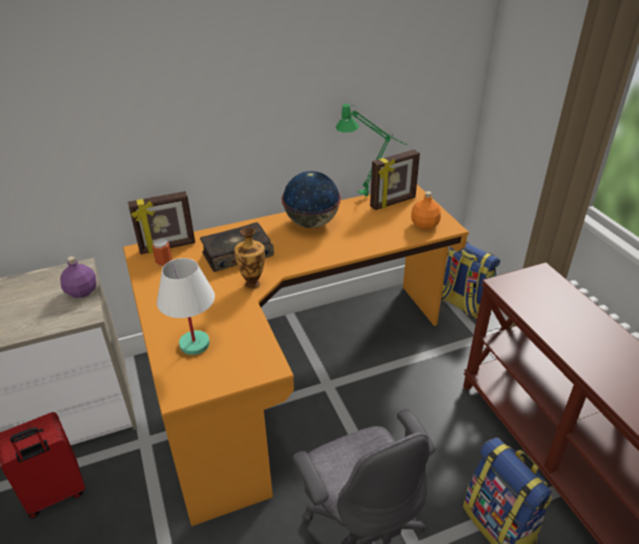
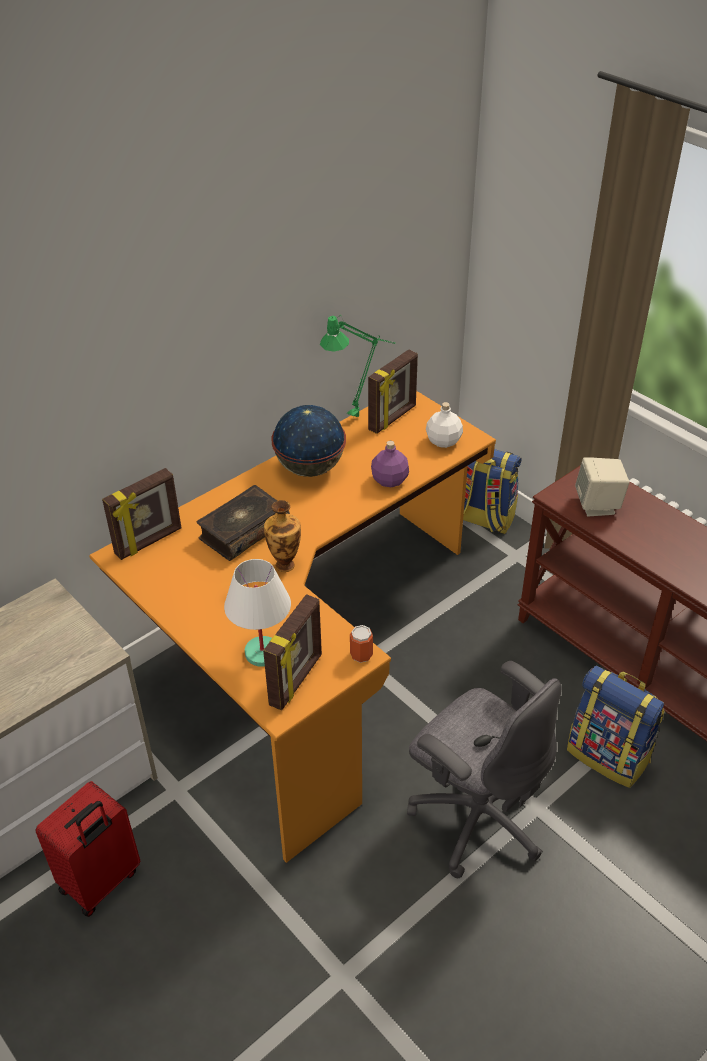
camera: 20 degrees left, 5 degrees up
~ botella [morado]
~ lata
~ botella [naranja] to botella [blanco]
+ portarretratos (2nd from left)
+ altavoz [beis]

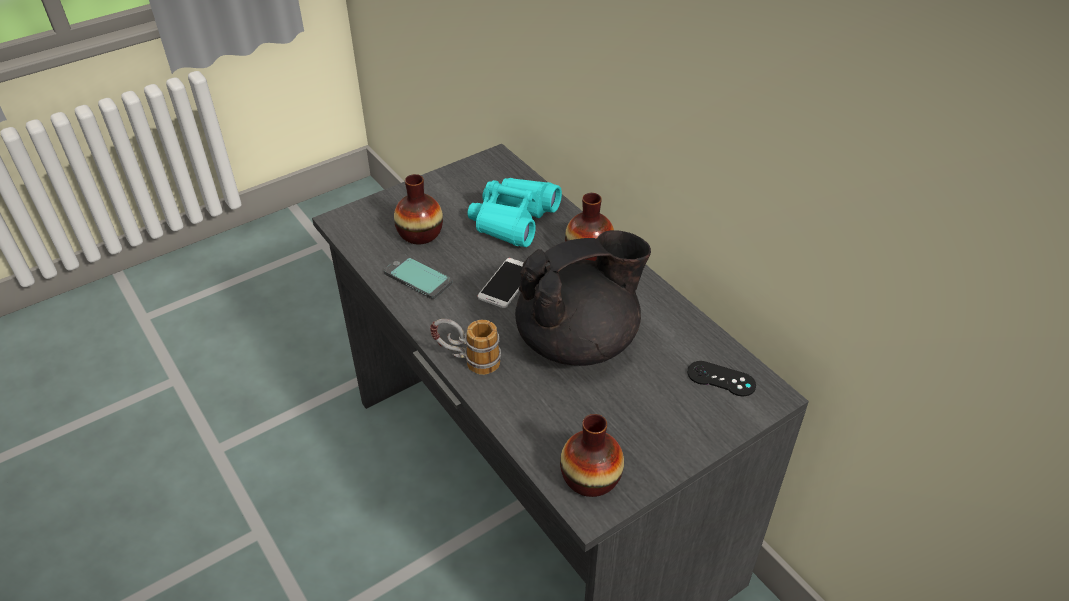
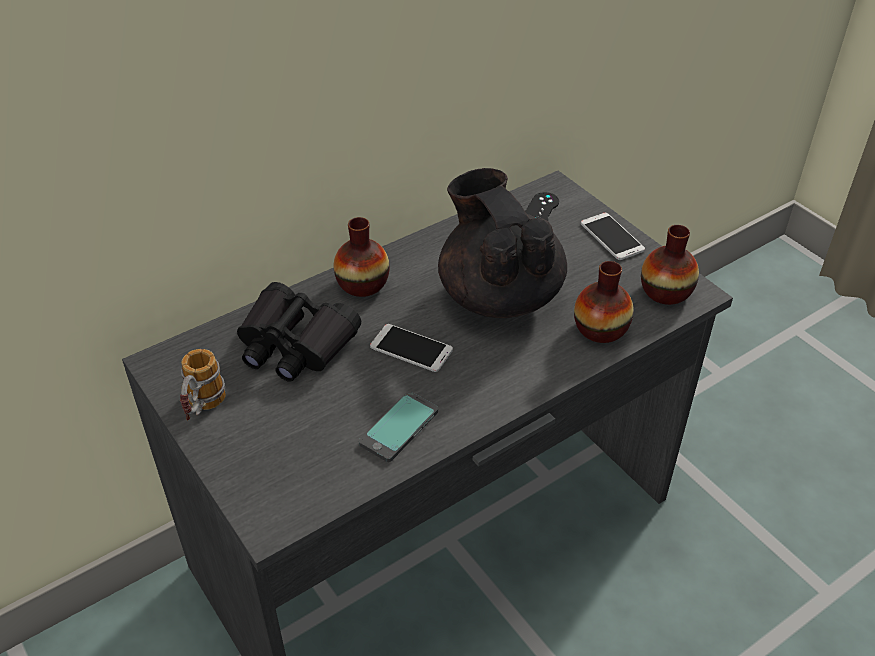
camera: 90 degrees left, 0 degrees up
~ florero (1st from left in the first image) to florero (2nd from left)
~ taza grande
~ prismáticos [turquesa] to prismáticos [negro]
+ móvil (3rd from left)

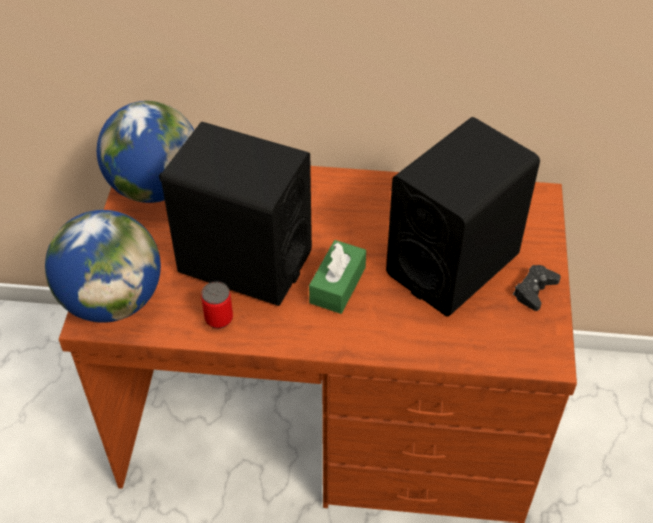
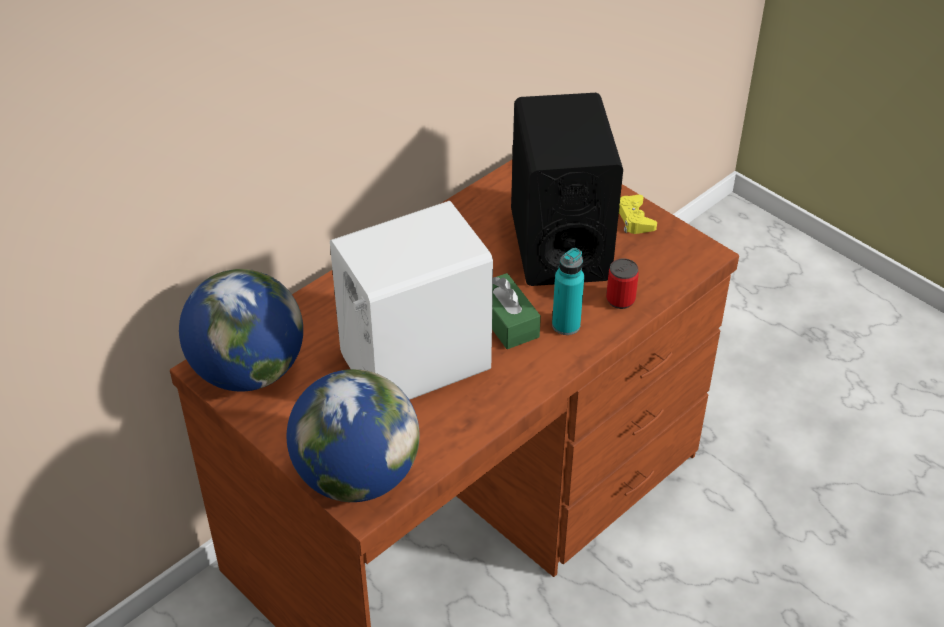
camera: 50 degrees left, 5 degrees down
~ altavoz [negro] (1st from left) to altavoz [blanco]
~ lata
~ mando de consola [negro] to mando de consola [amarillo]
+ botella [turquesa]

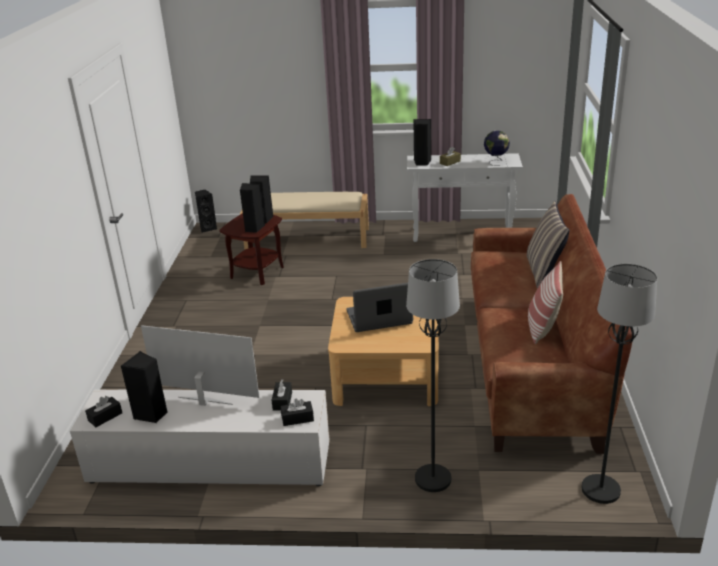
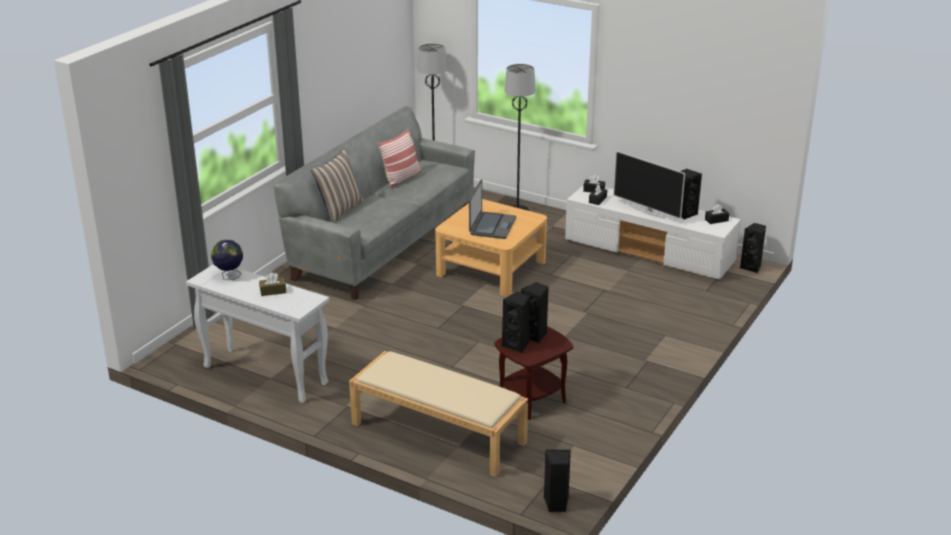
camera: 155 degrees left, 0 degrees up
~ portátil 90 degrees counterclockwise
~ altavoz [negro] (5th from left)
~ sofá [marrón] to sofá [gris]

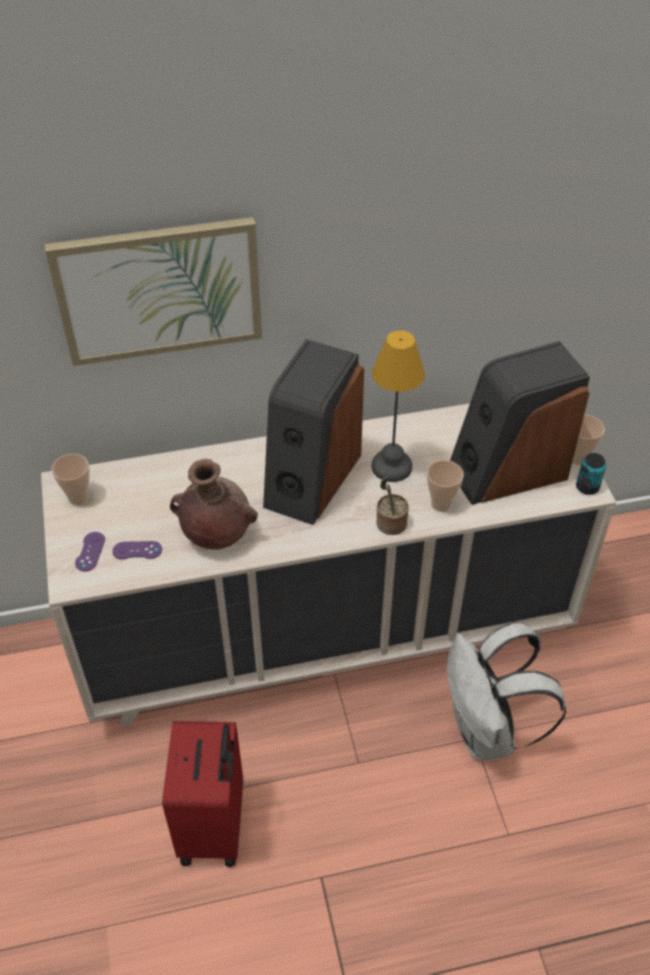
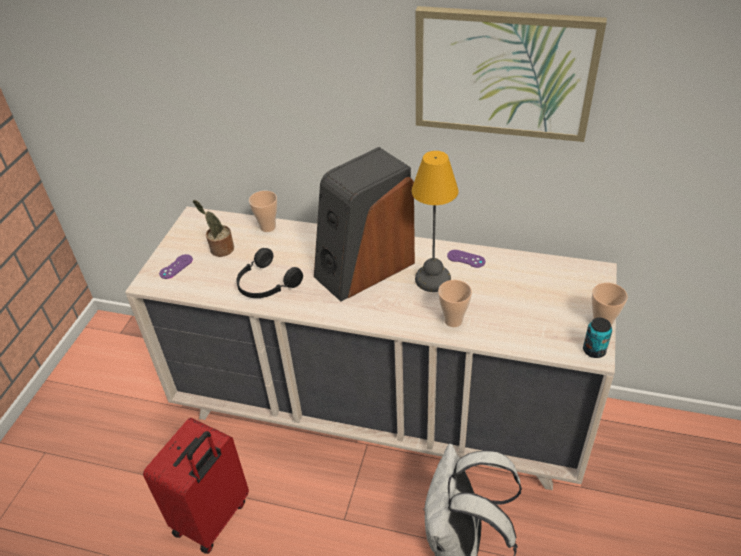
camera: 30 degrees right, 5 degrees down
~ cuadro
~ taza (1st from left)
~ mando de consola [morado] (2nd from left)
~ florero [marrón] to auriculares [negro]
~ planta en maceta
- altavoz (2nd from left)

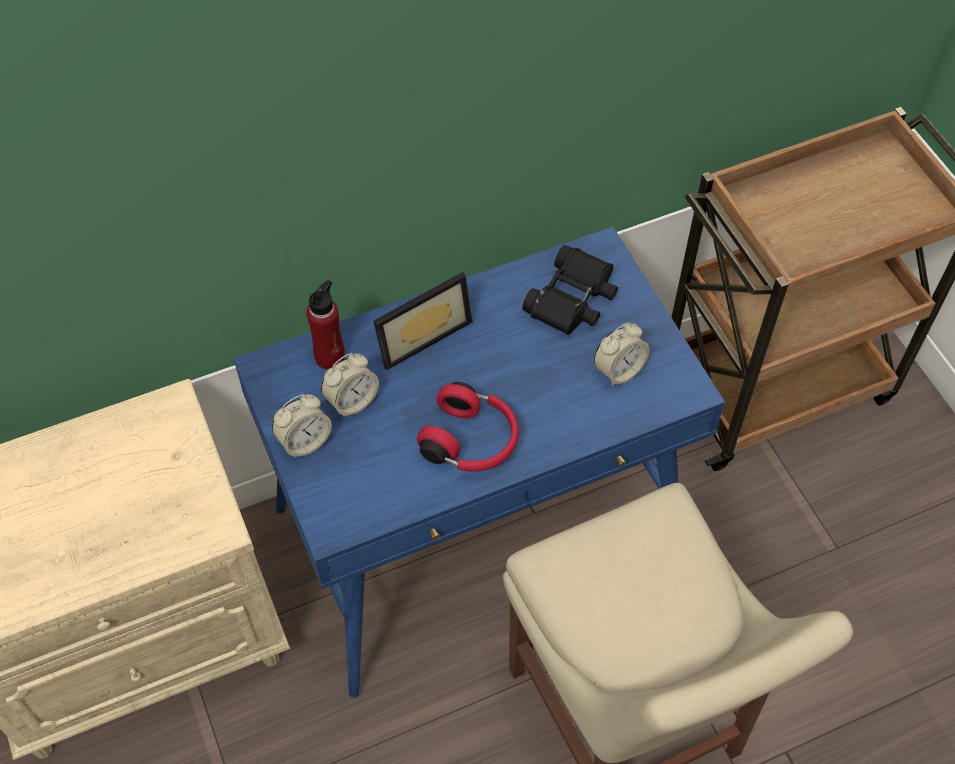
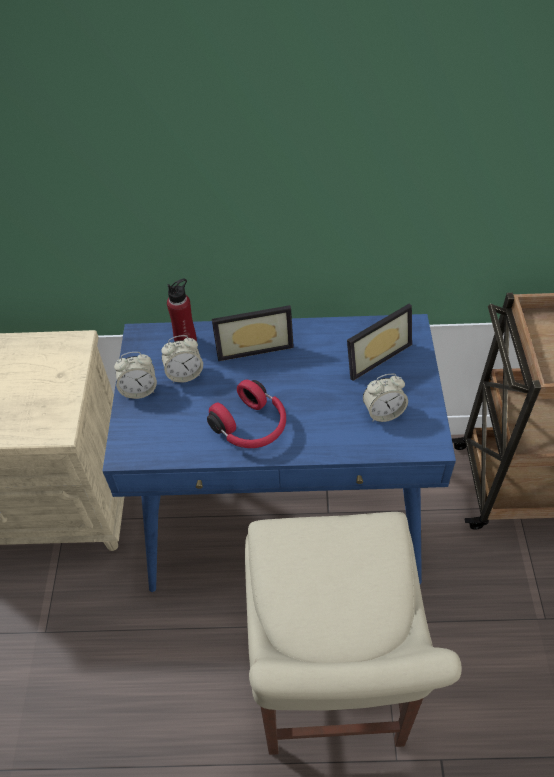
camera: 25 degrees right, 5 degrees down
~ prismáticos [negro] to portarretratos (2nd from left)

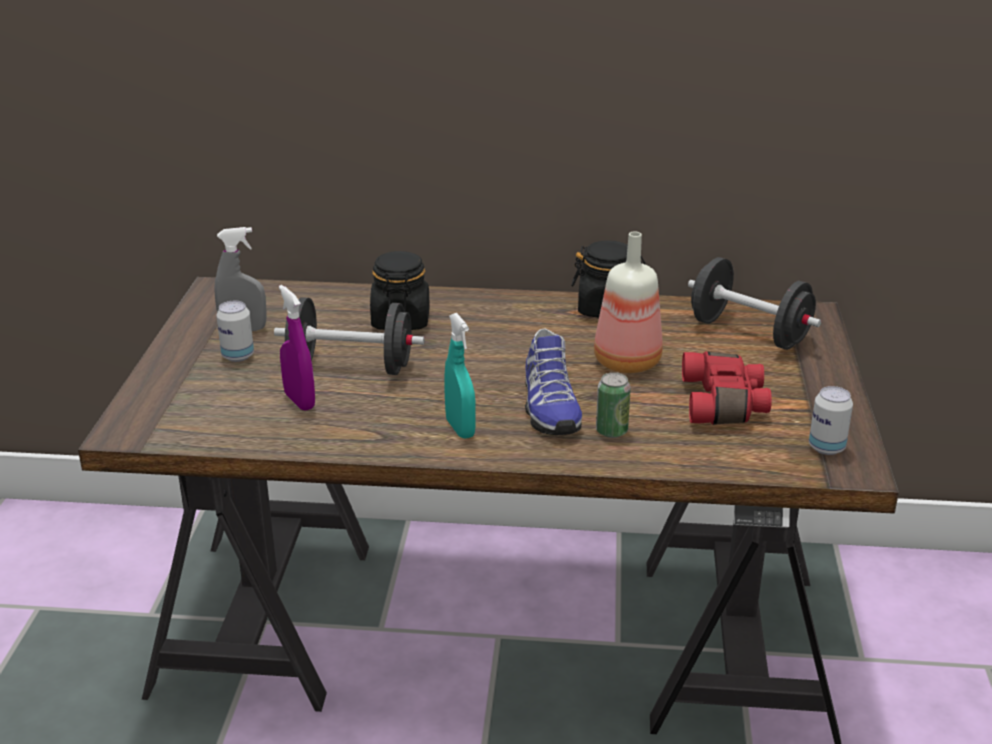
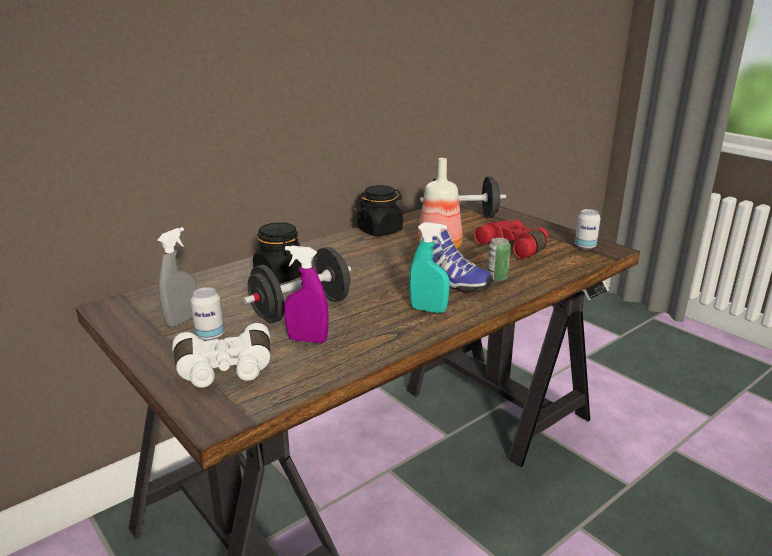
camera: 45 degrees left, 5 degrees down
+ prismáticos [blanco]

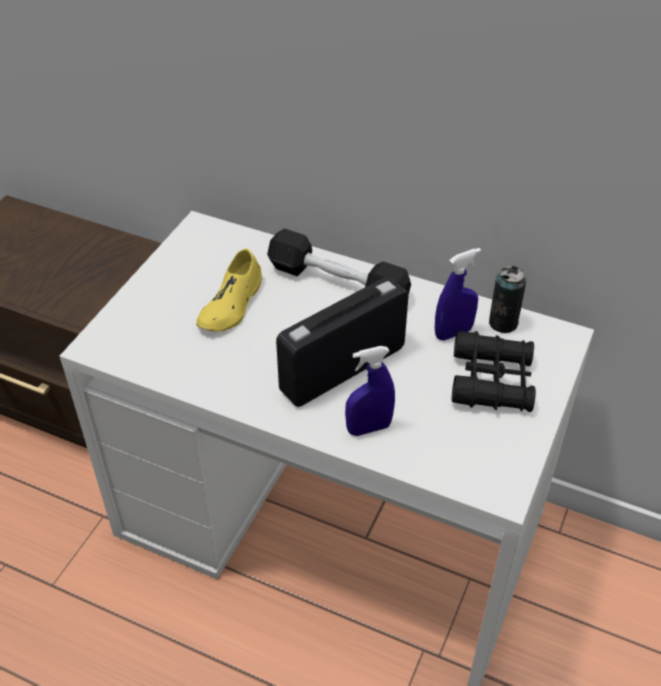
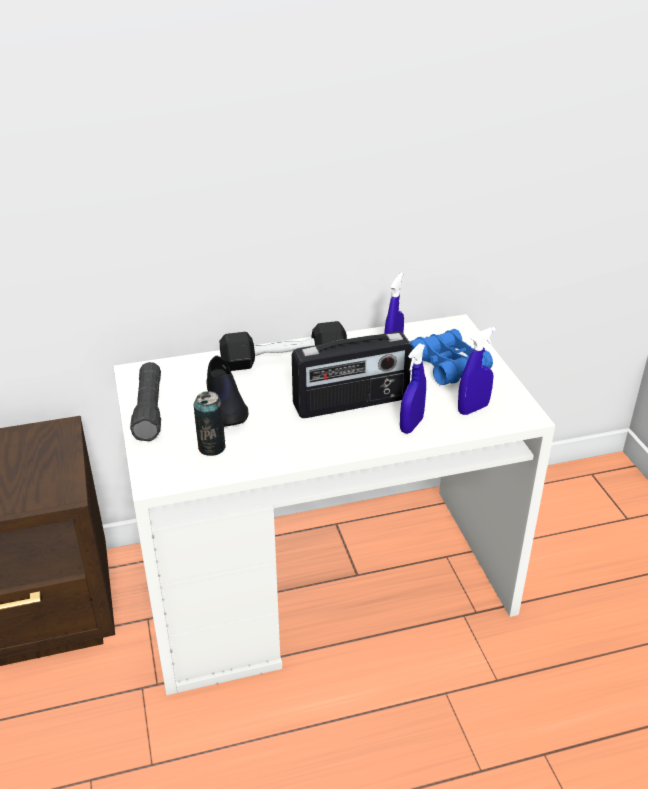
camera: 40 degrees left, 10 degrees down
~ zapato [amarillo] to zapato [negro]
~ radio 120 degrees counterclockwise
~ prismáticos [negro] to prismáticos [azul]
~ lata
+ linterna [negro]
+ pulverizador [azul] (3rd from left)

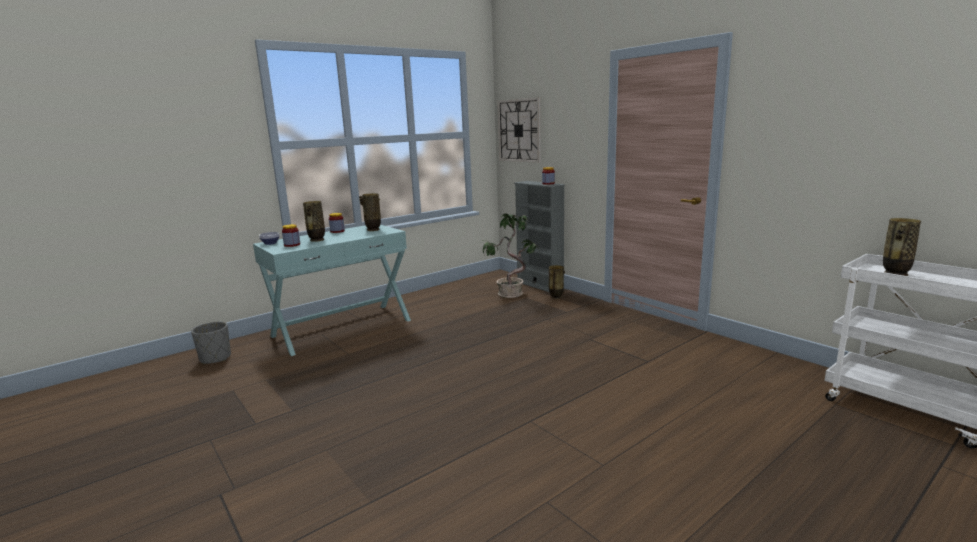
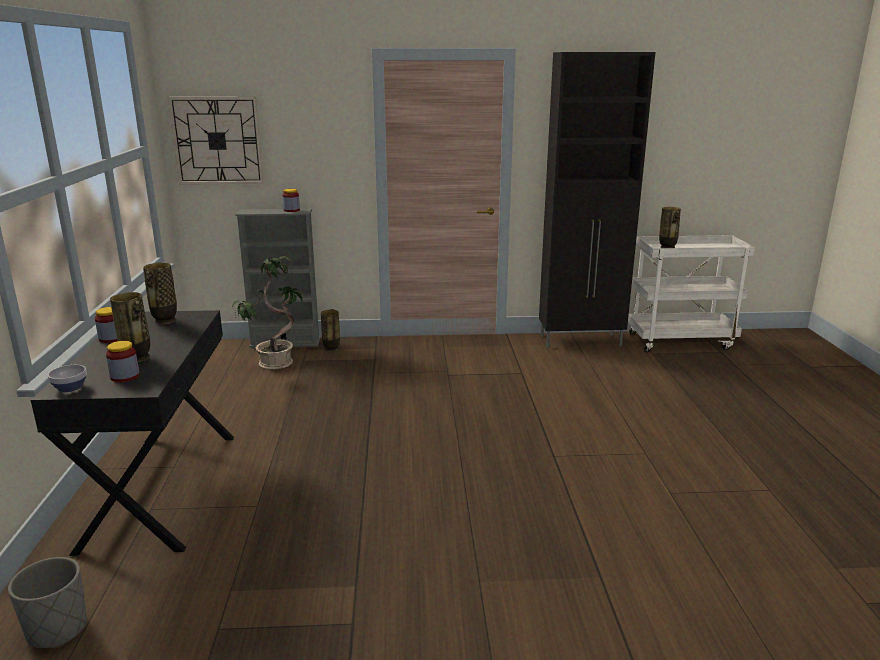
camera: 55 degrees left, 5 degrees up
~ mesa consola [turquesa] to mesa consola [negro]
+ armario [negro]

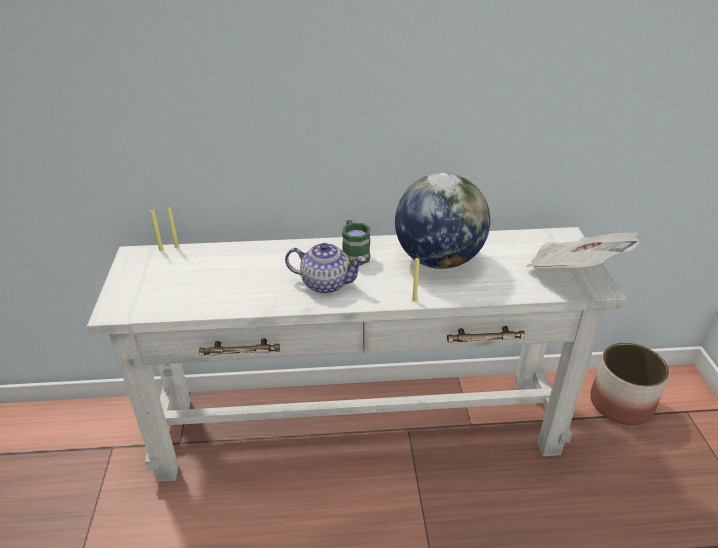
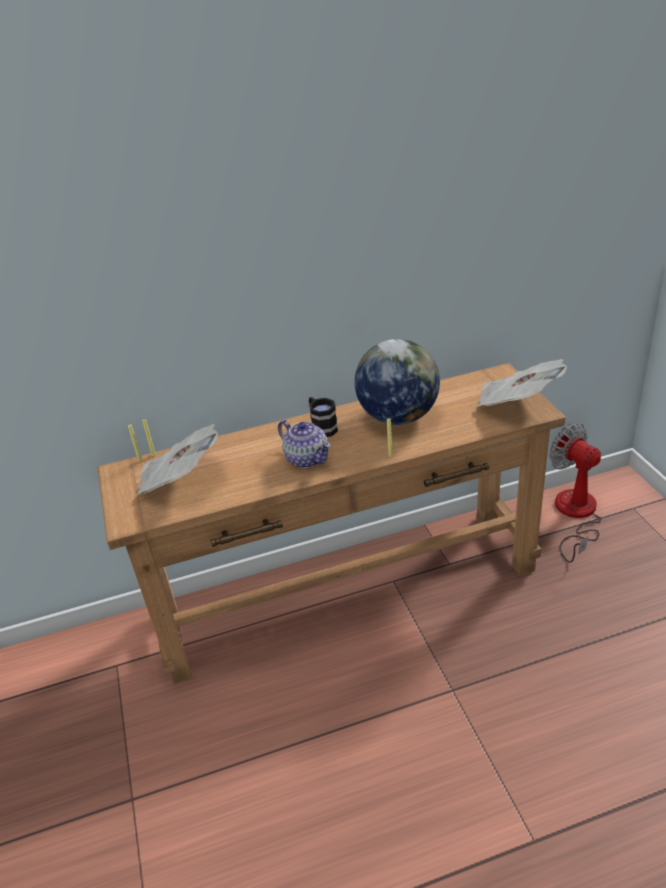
camera: 10 degrees left, 0 degrees up
~ mesa consola [blanco] to mesa consola [marrón]
~ tetera 45 degrees clockwise
~ taza grande [verde] to taza grande [negro]
~ maceta to ventilador
+ periódico (1st from left)

